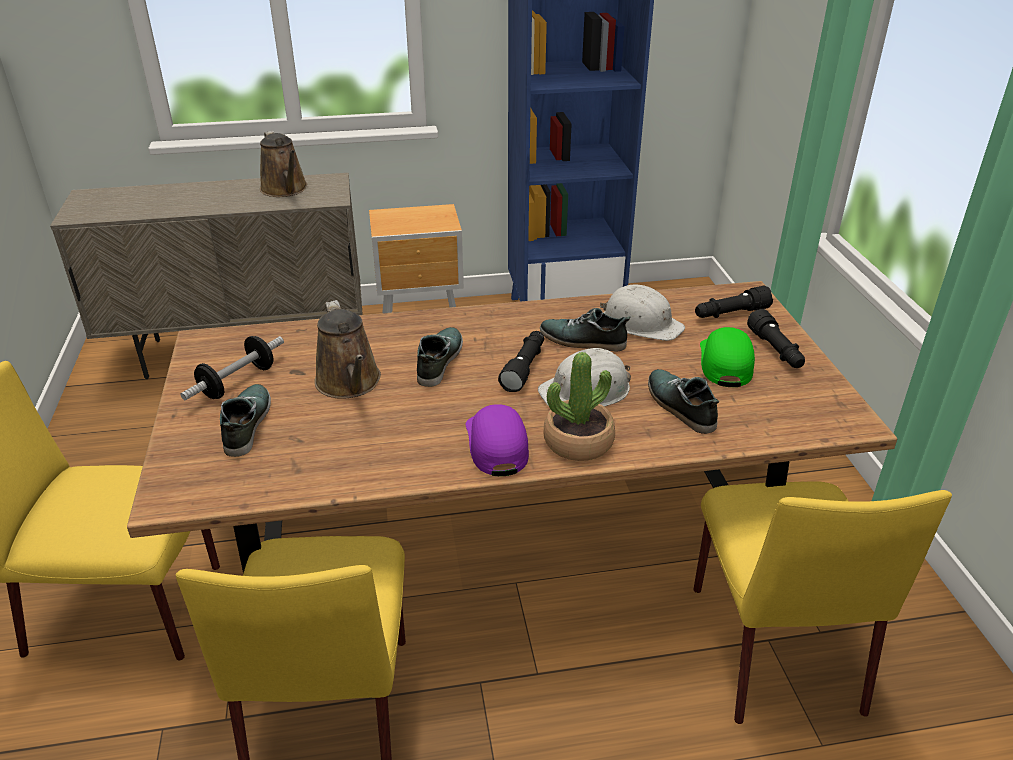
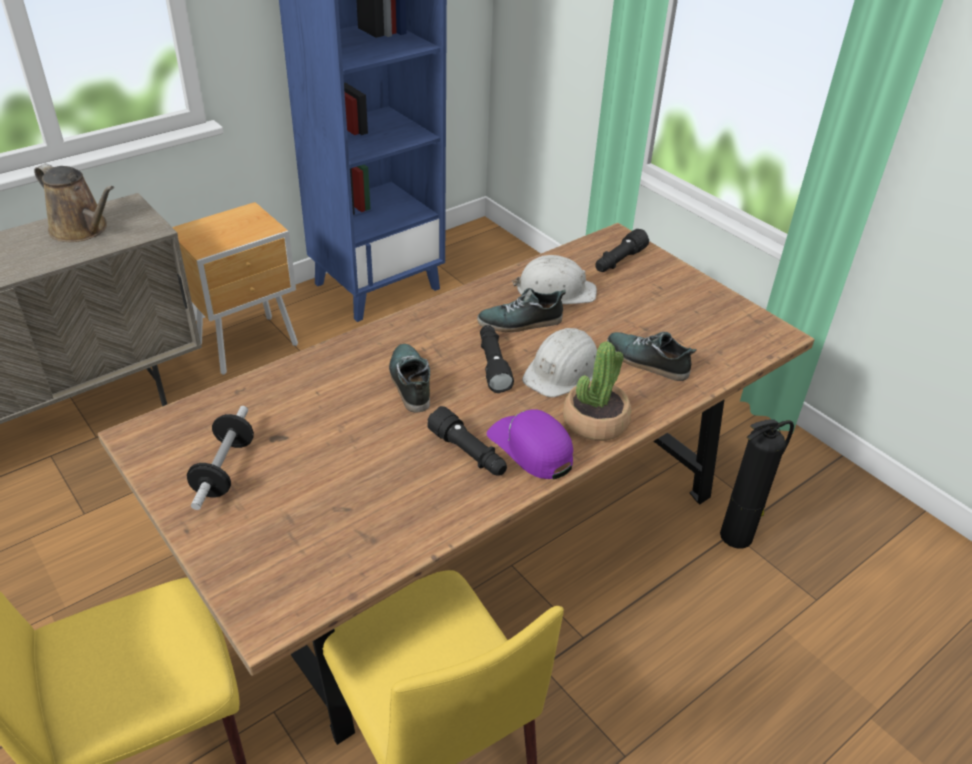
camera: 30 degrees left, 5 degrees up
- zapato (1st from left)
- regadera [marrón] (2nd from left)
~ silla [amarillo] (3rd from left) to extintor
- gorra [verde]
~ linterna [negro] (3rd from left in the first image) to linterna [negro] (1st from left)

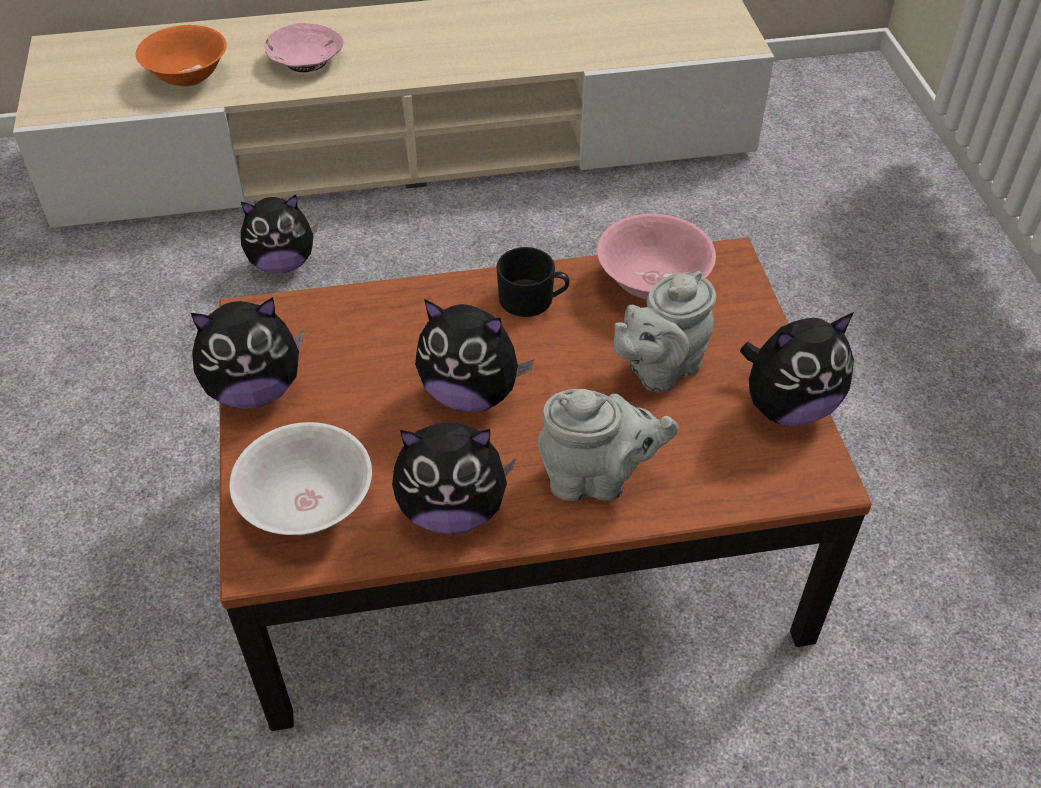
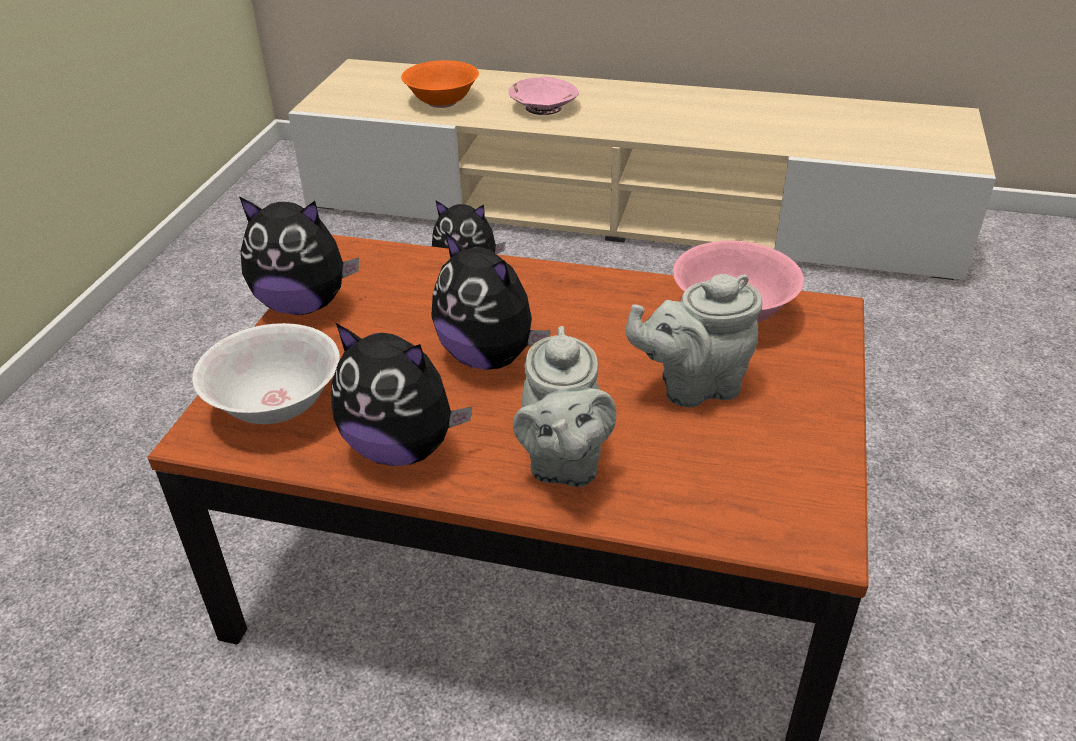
camera: 25 degrees right, 10 degrees down
- taza grande [negro]
~ tetera [gris] (1st from left) 60 degrees clockwise
- peluche (5th from left)

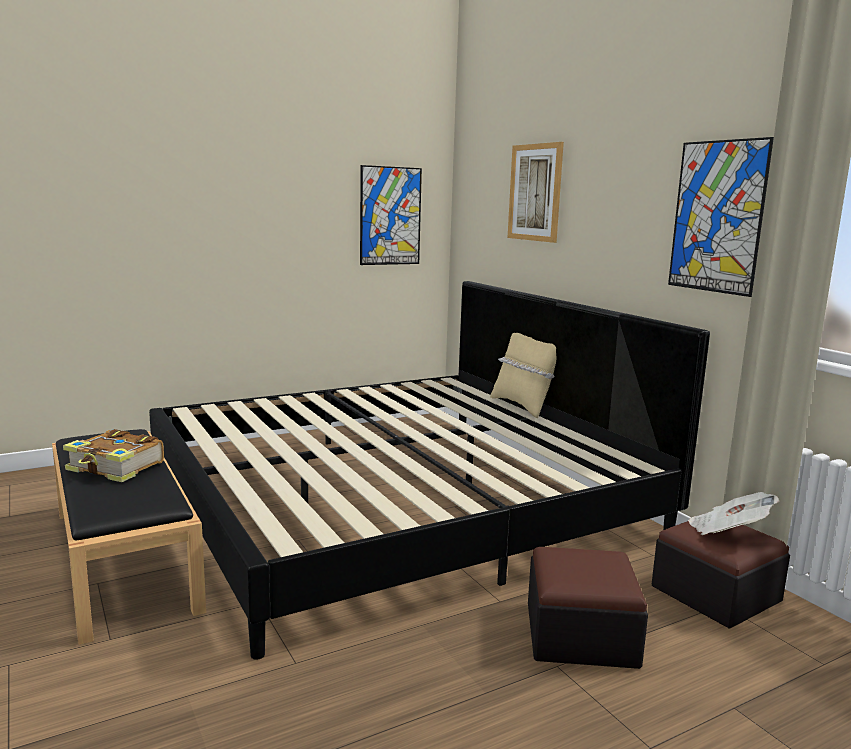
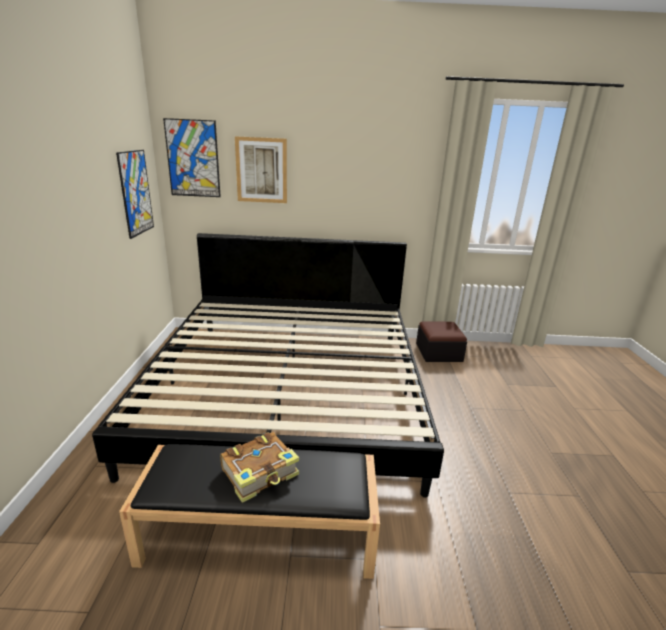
camera: 60 degrees left, 10 degrees up
- cojín [beis]
- puf (1st from left)
~ cuadro (3rd from left in the first image) to cuadro (2nd from left)
- periódico

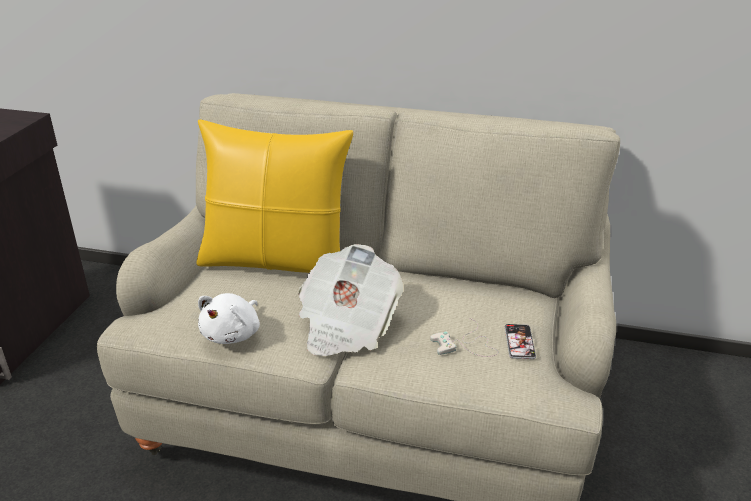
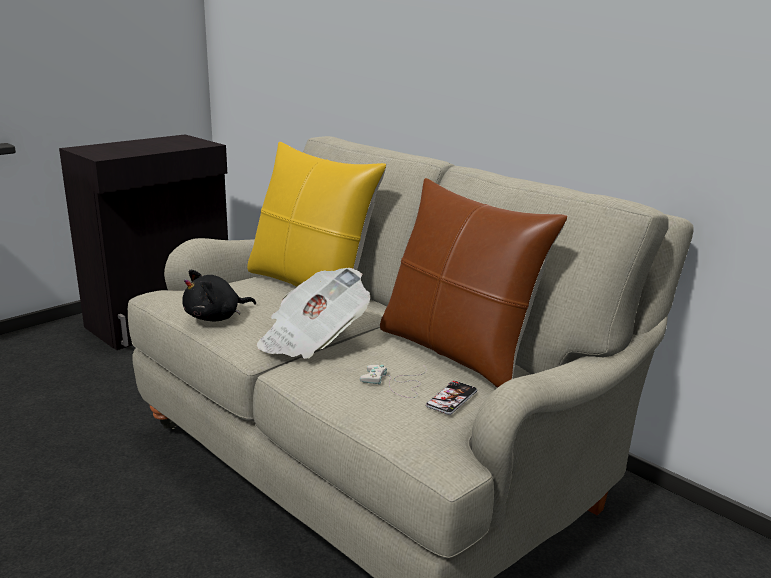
camera: 30 degrees right, 10 degrees down
~ peluche [blanco] to peluche [negro]
+ cojín [marrón]

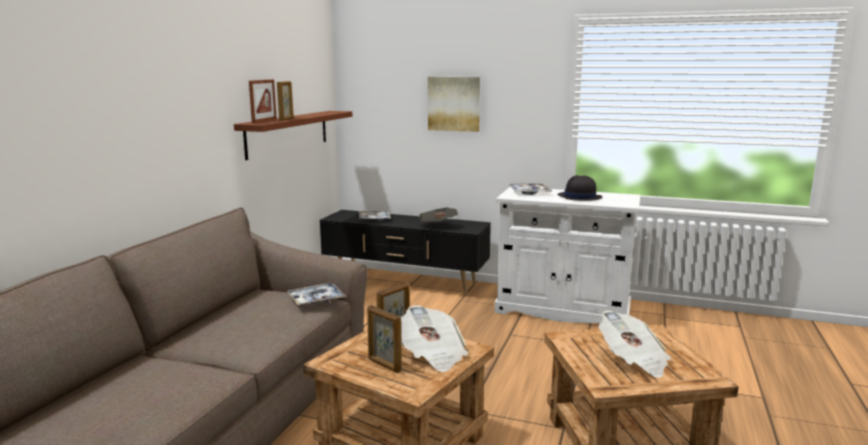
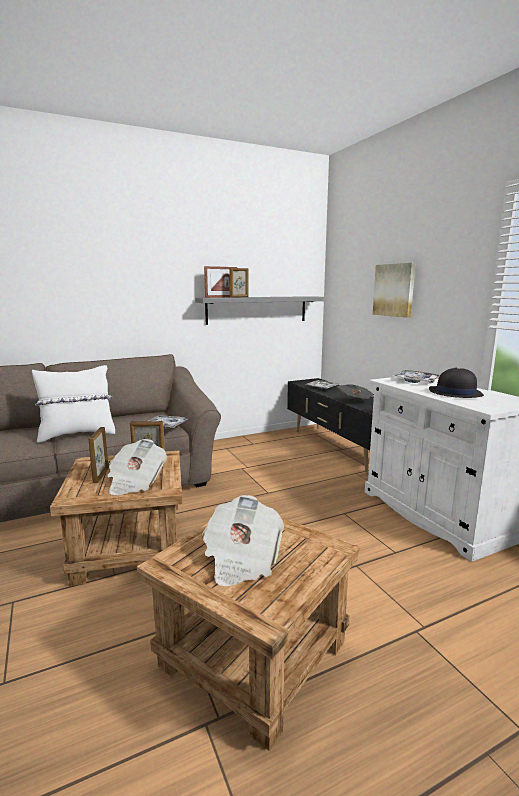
camera: 45 degrees right, 0 degrees up
~ estante [marrón] to estante [gris]
+ cojín [blanco]

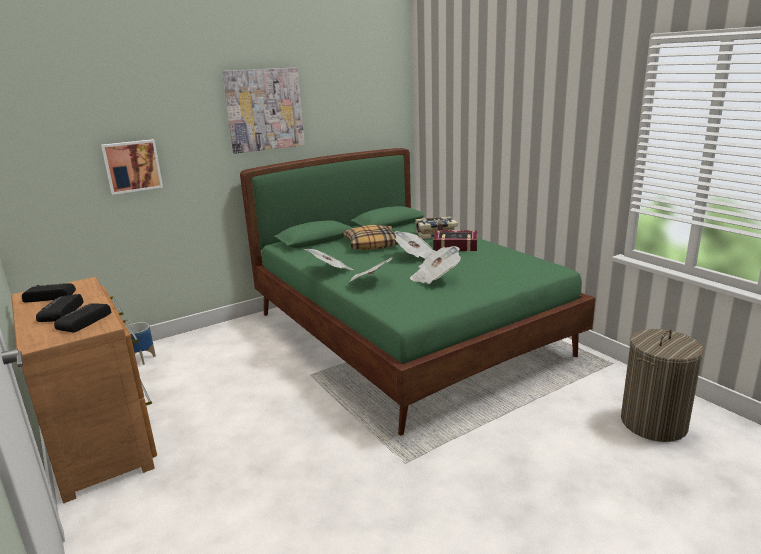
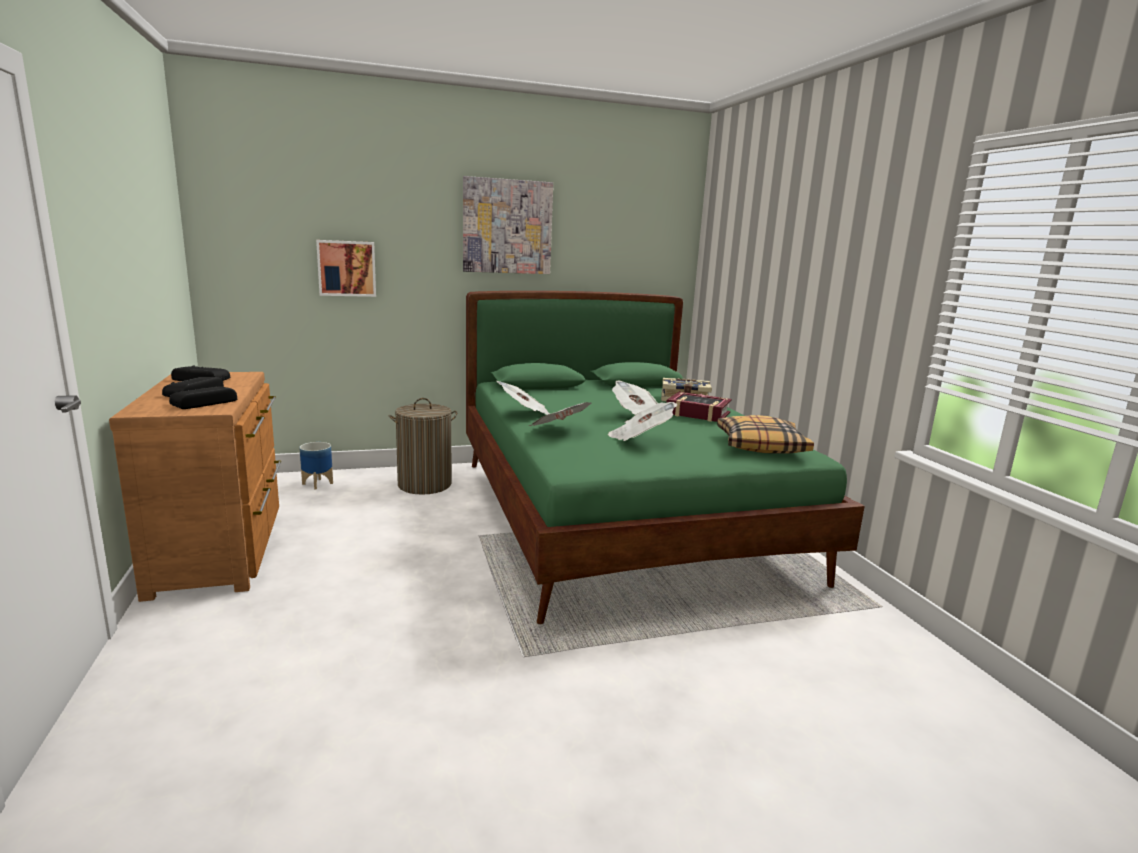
camera: 15 degrees right, 5 degrees down
~ cojín
~ cesto de la ropa

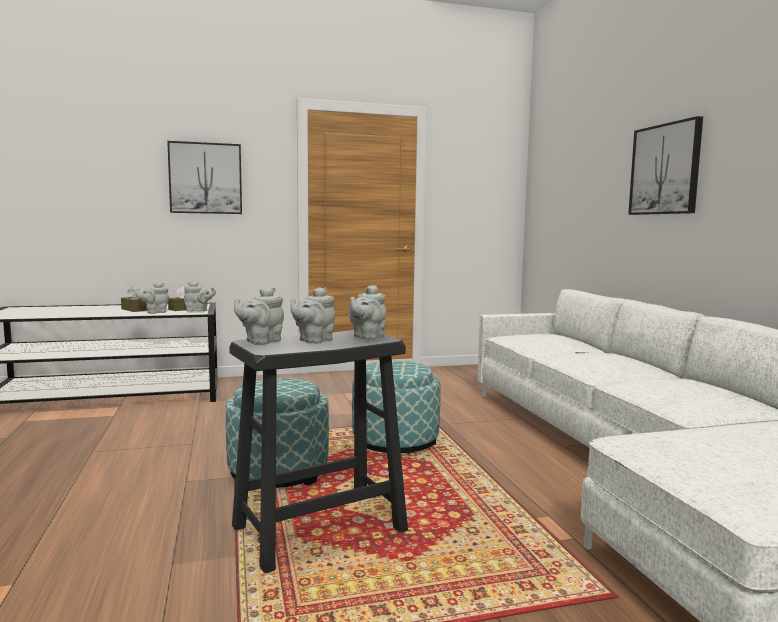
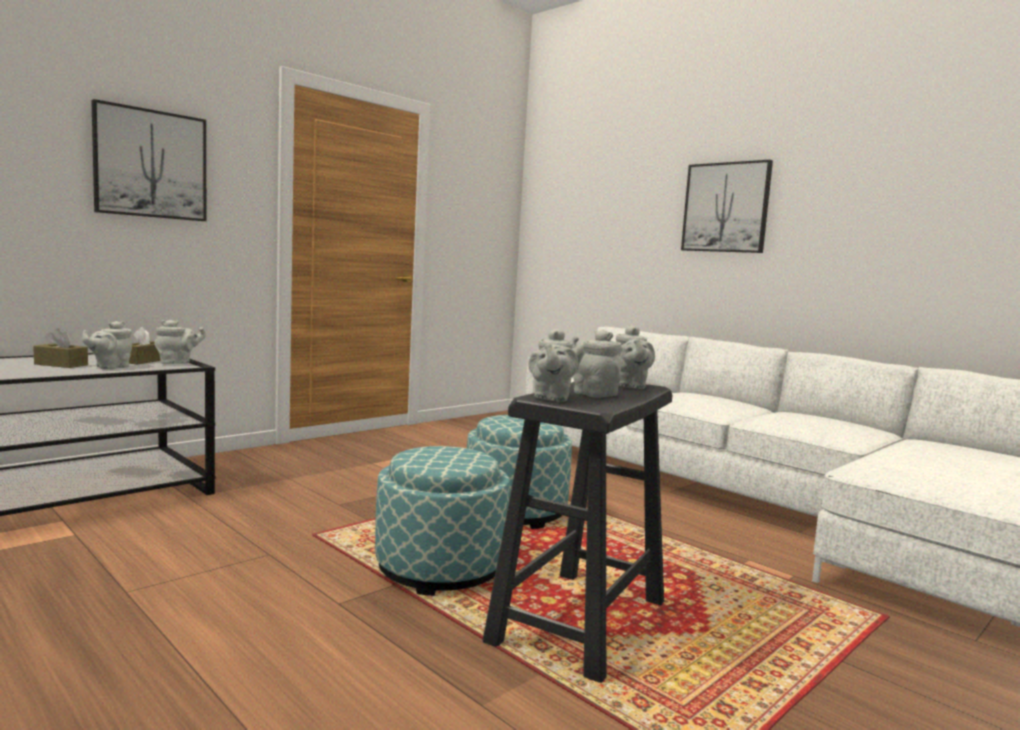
camera: 30 degrees left, 0 degrees up
~ tetera [gris] (4th from left) 135 degrees clockwise

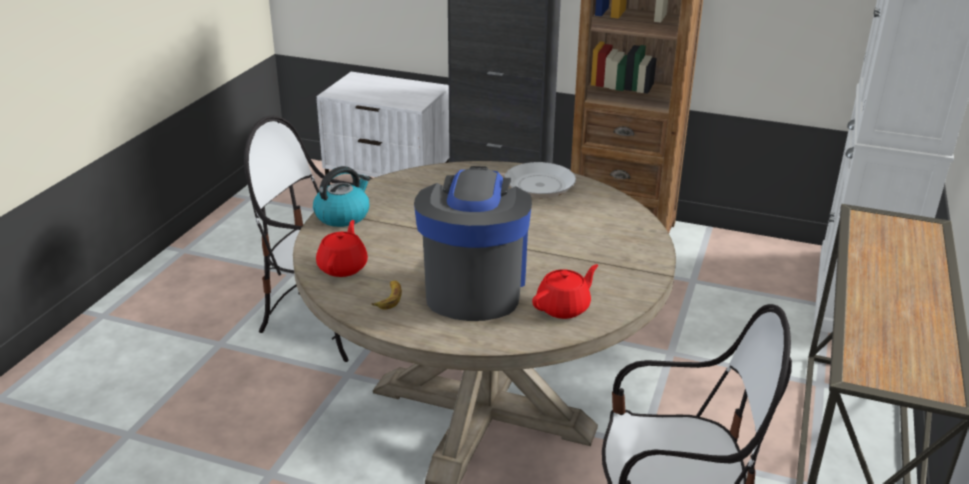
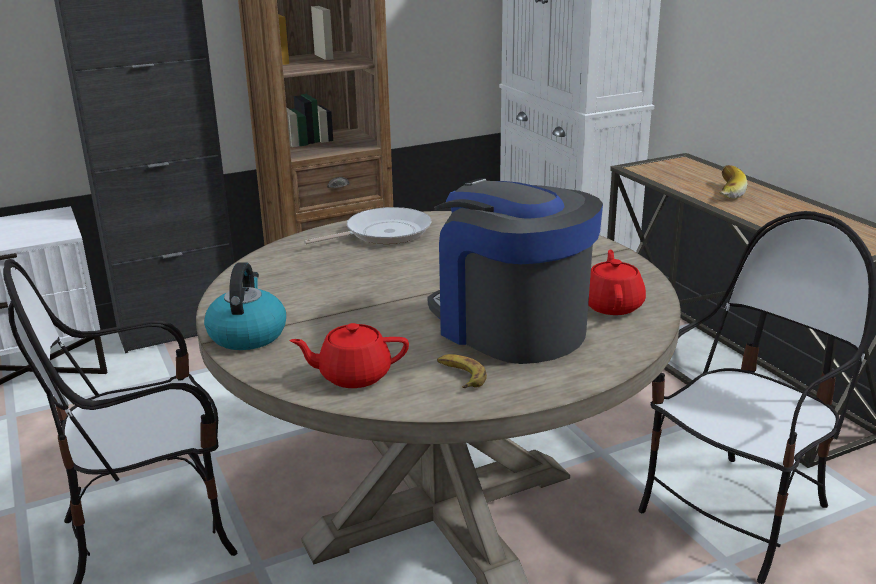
camera: 45 degrees left, 5 degrees down
~ tetera [rojo] (1st from left) 60 degrees counterclockwise
+ plátano (2nd from left)

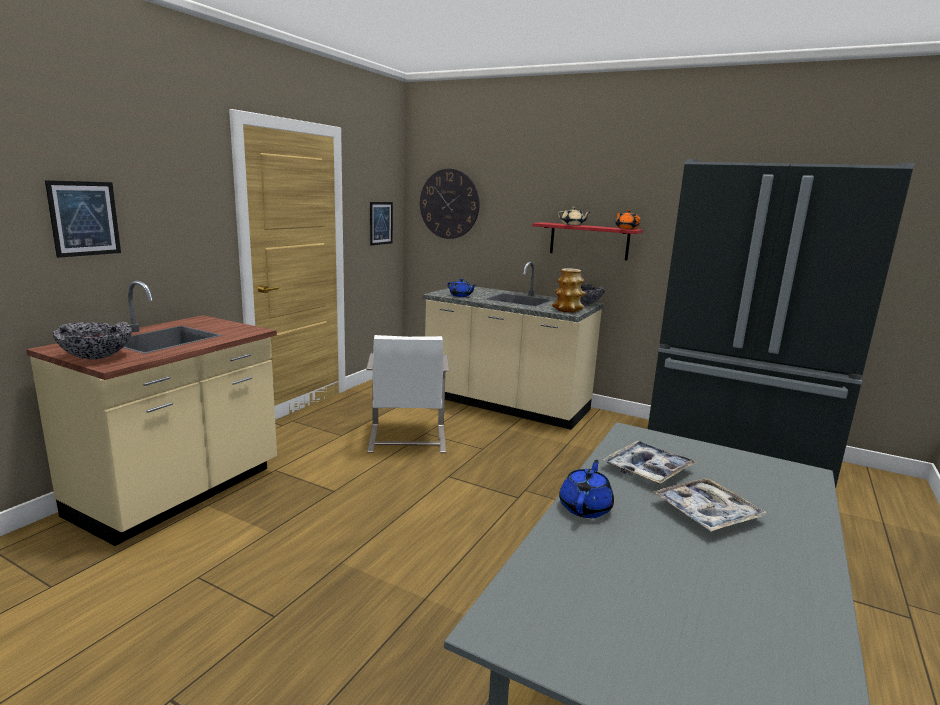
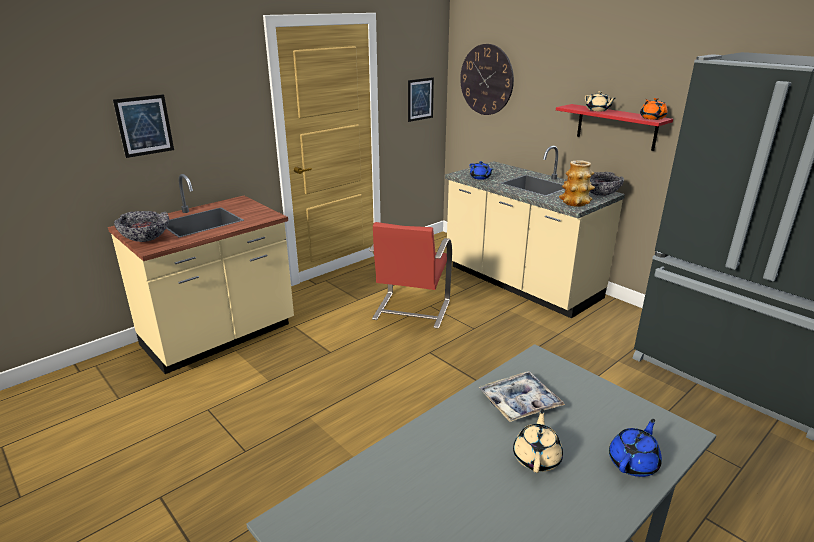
camera: 20 degrees right, 10 degrees up
~ silla [blanco] to silla [rojo]
~ tetera [azul] (2nd from left)
~ bandeja (2nd from left) to tetera [beis] (1st from left)

